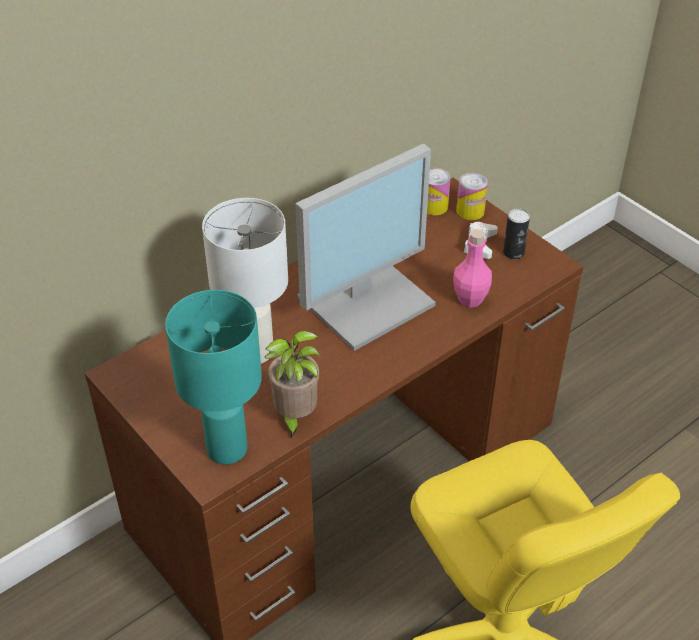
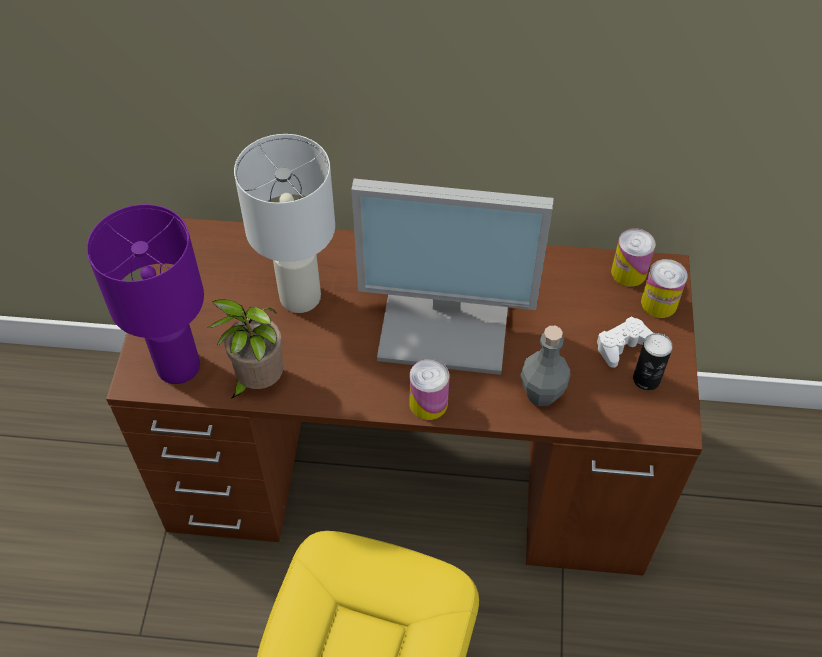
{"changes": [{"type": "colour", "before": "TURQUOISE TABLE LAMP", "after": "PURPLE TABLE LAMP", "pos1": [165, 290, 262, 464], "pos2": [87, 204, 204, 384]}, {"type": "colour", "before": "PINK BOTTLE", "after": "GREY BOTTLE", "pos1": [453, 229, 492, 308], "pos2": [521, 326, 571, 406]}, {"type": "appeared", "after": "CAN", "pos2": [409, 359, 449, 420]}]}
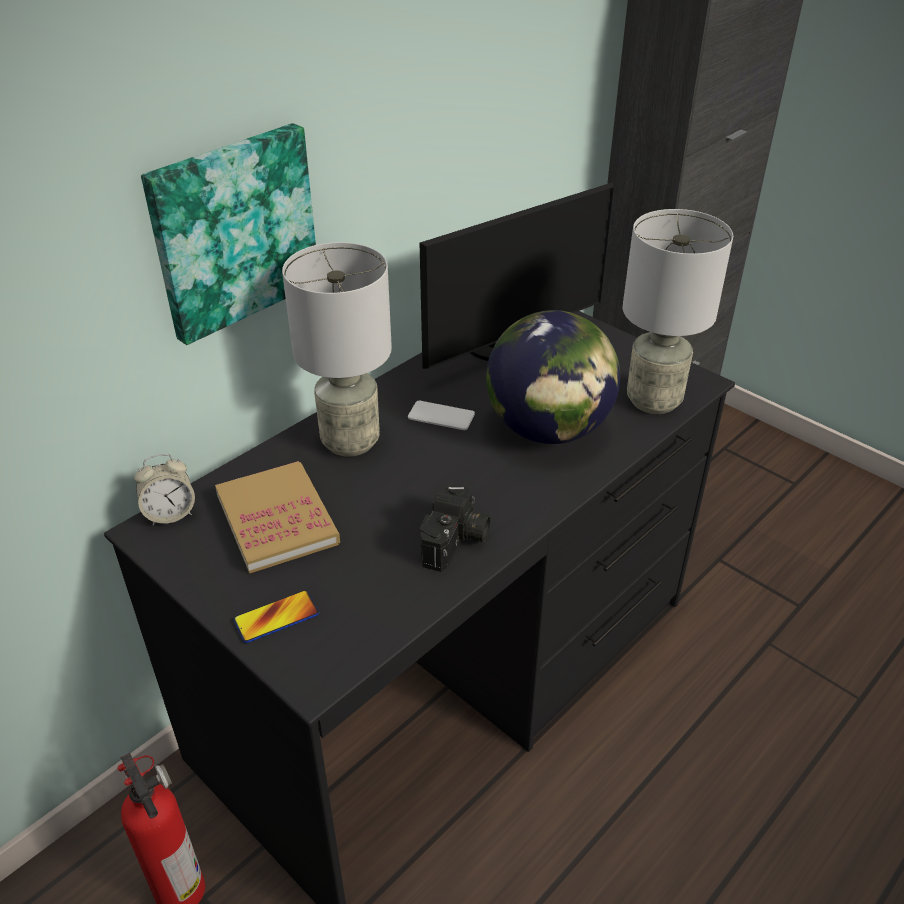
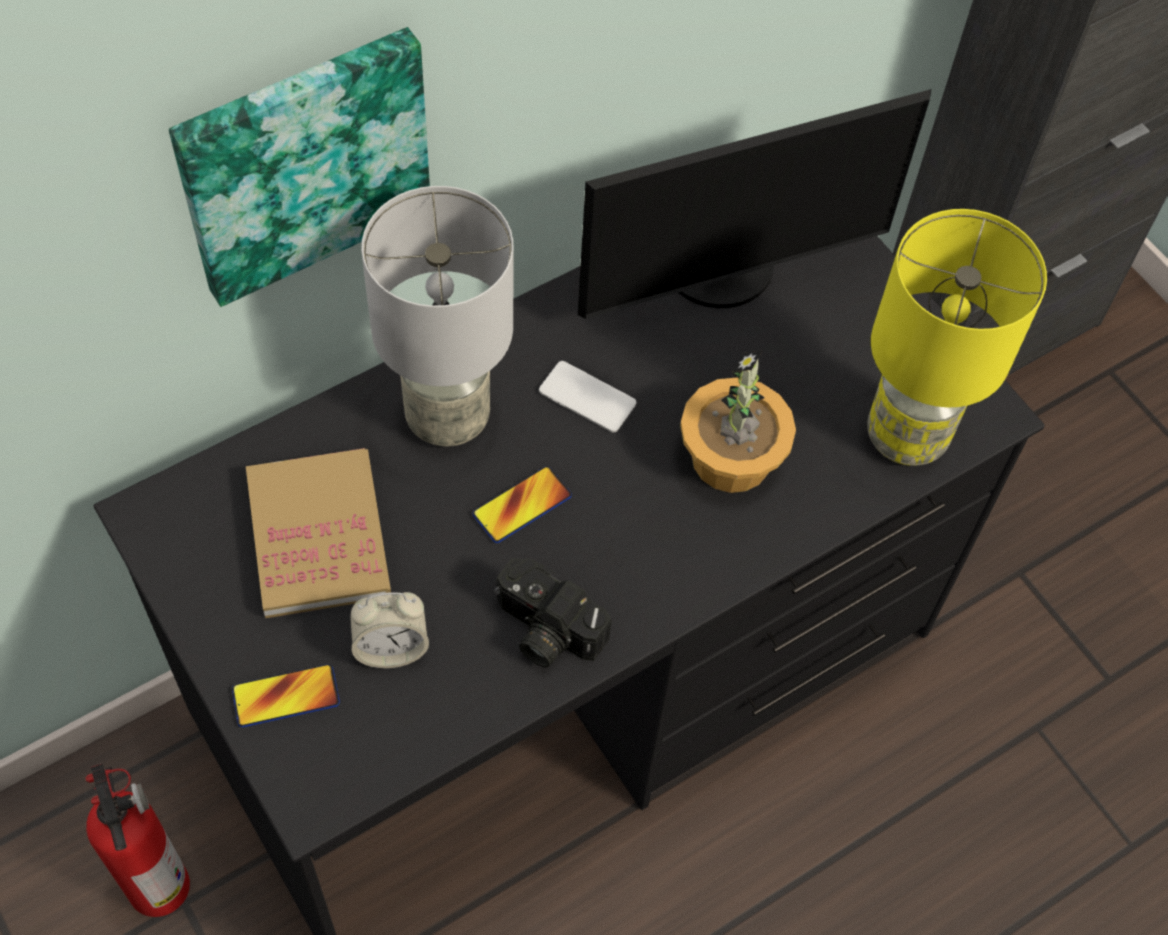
{"changes": [{"type": "relocated", "before": "ALARM CLOCK", "pos1": [134, 454, 195, 525], "pos2": [350, 592, 429, 668]}, {"type": "spun", "before": "PHOTO CAMERA", "pos1": [420, 482, 490, 572], "pos2": [494, 558, 612, 668], "turn": 90}, {"type": "exchanged", "before": "GLOBE", "after": "POTTED PLANT", "pos1": [486, 310, 620, 444], "pos2": [680, 351, 796, 493]}, {"type": "colour", "before": "GREY TABLE LAMP", "after": "YELLOW TABLE LAMP", "pos1": [623, 209, 733, 414], "pos2": [867, 209, 1047, 466]}, {"type": "appeared", "after": "PHONE", "pos2": [473, 466, 572, 543]}]}
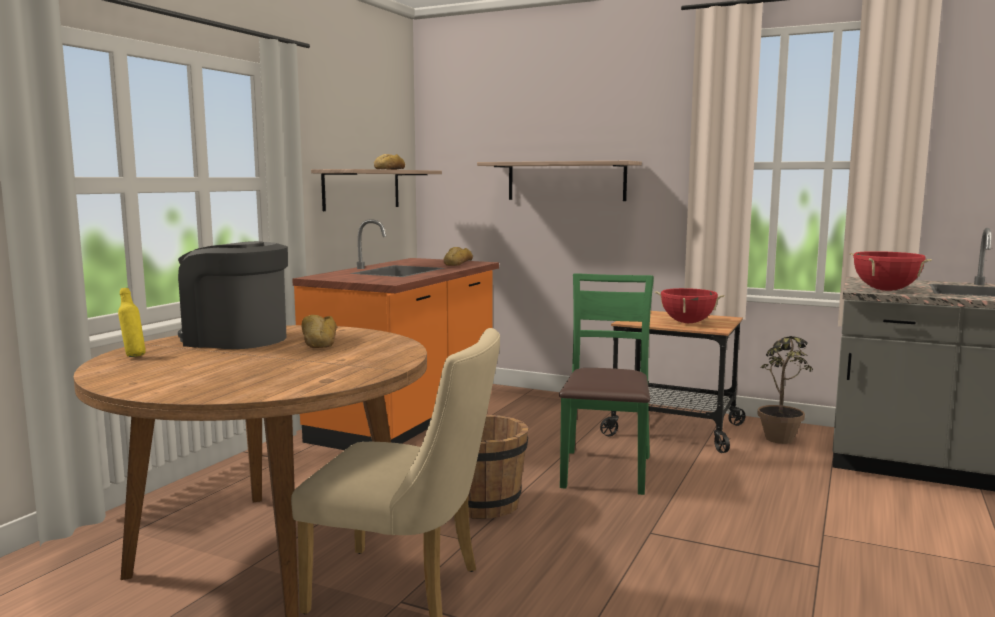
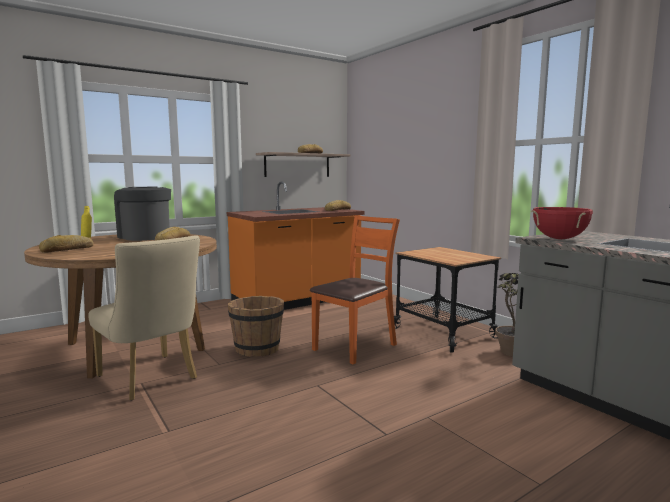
{"changes": [{"type": "missing", "before": "SHELF", "pos1": [477, 161, 642, 201]}, {"type": "colour", "before": "GREEN CHAIR", "after": "ORANGE CHAIR", "pos1": [559, 273, 654, 495], "pos2": [310, 216, 400, 365]}, {"type": "missing", "before": "RED COOKING POT", "pos1": [655, 288, 725, 323]}, {"type": "appeared", "after": "BREAD", "pos2": [39, 235, 94, 253]}]}
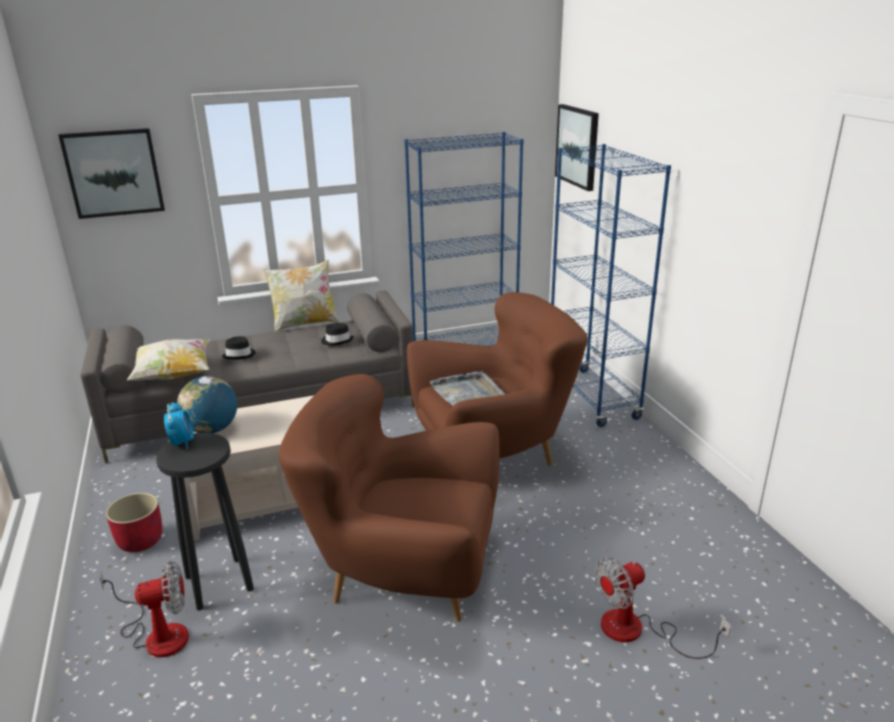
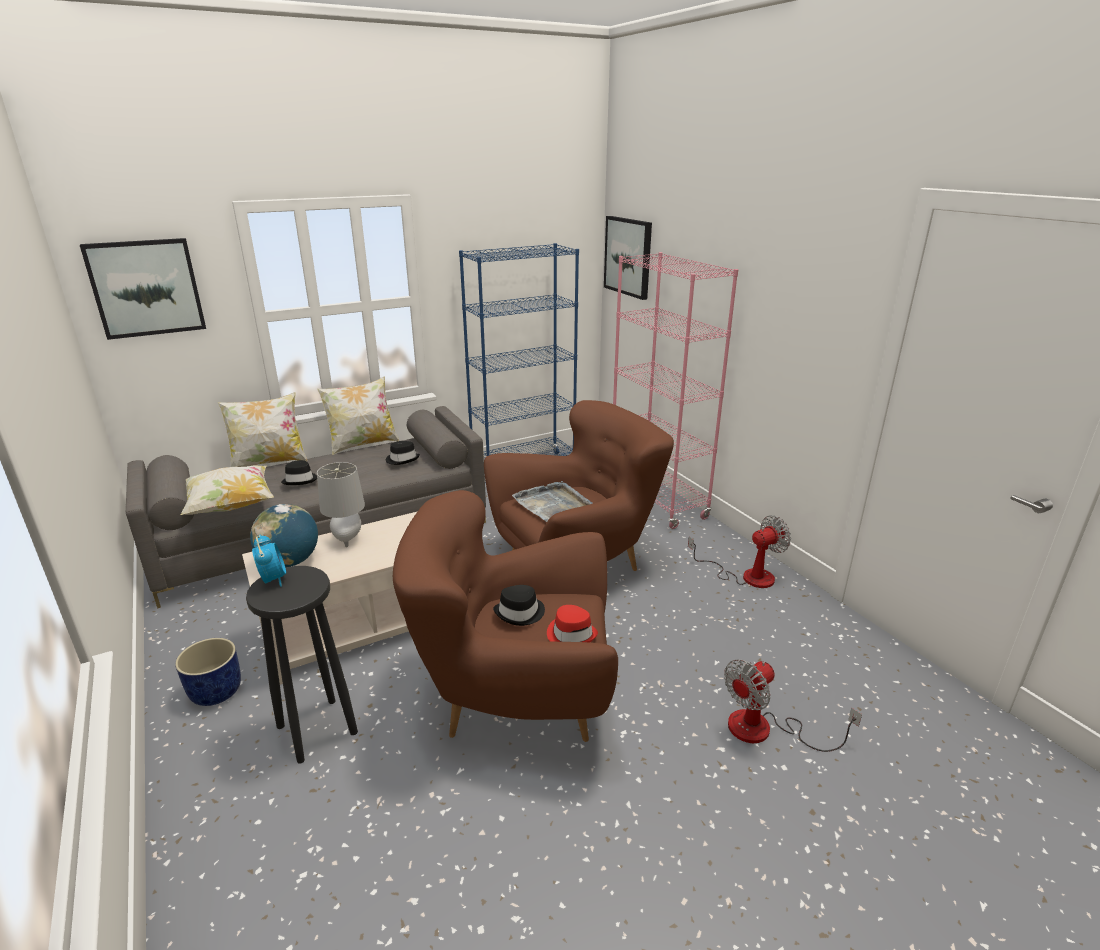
{"changes": [{"type": "relocated", "before": "FAN", "pos1": [100, 561, 189, 657], "pos2": [688, 515, 791, 588]}, {"type": "colour", "before": "RED PLANTER", "after": "BLUE PLANTER", "pos1": [106, 493, 163, 552], "pos2": [175, 638, 241, 706]}, {"type": "colour", "before": "BLUE BOOKCASE", "after": "PINK BOOKCASE", "pos1": [551, 144, 671, 427], "pos2": [613, 252, 738, 529]}, {"type": "appeared", "after": "PILLOW", "pos2": [218, 392, 308, 467]}, {"type": "appeared", "after": "GREY TABLE LAMP", "pos2": [317, 462, 365, 547]}, {"type": "appeared", "after": "BLACK HAT", "pos2": [493, 585, 545, 626]}, {"type": "appeared", "after": "RED HAT", "pos2": [547, 605, 598, 642]}]}
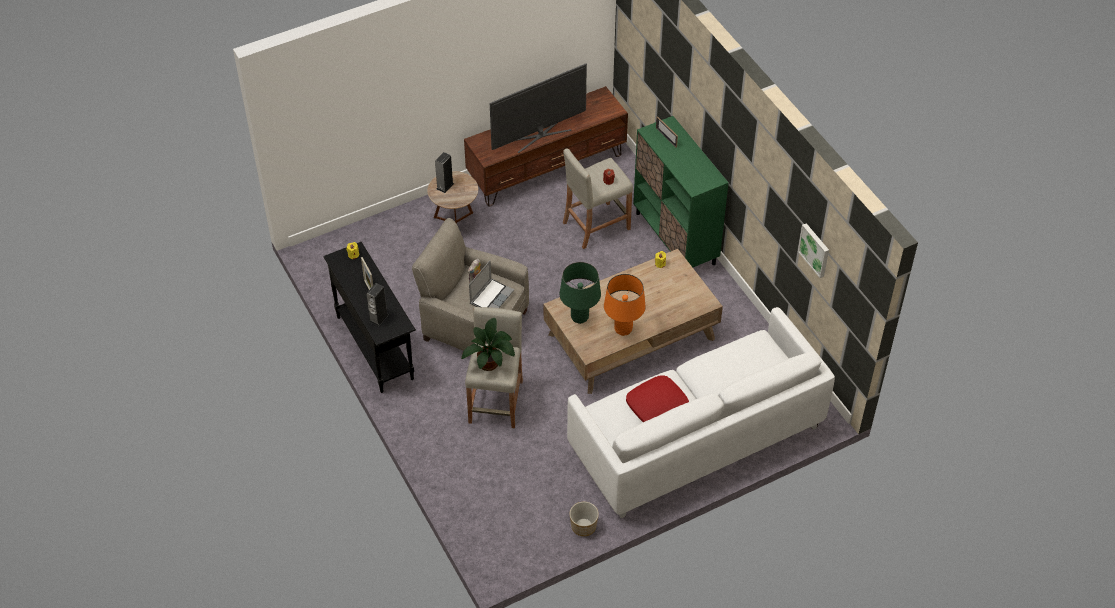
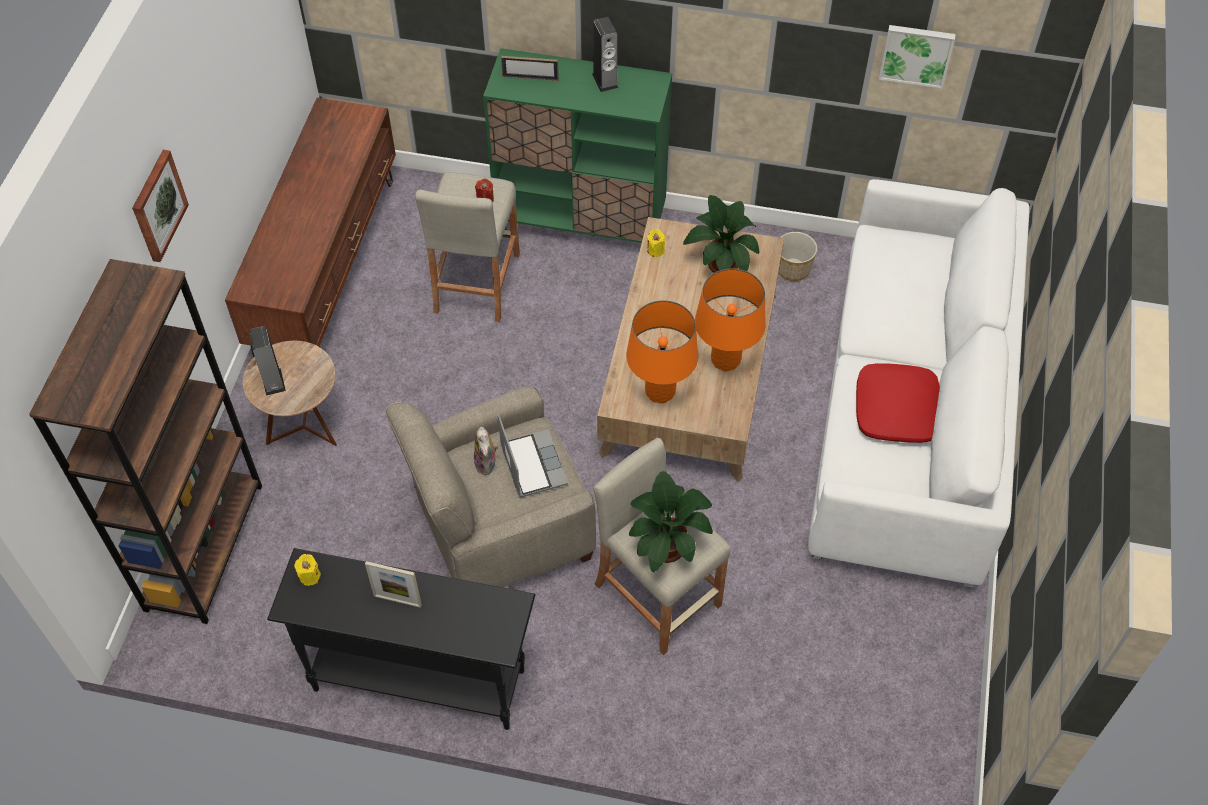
{"changes": [{"type": "relocated", "before": "SPEAKER", "pos1": [366, 283, 388, 327], "pos2": [592, 17, 618, 92]}, {"type": "missing", "before": "TELEVISION", "pos1": [490, 63, 587, 153]}, {"type": "colour", "before": "GREEN TABLE LAMP", "after": "ORANGE TABLE LAMP", "pos1": [560, 262, 601, 324], "pos2": [627, 300, 698, 403]}, {"type": "relocated", "before": "PLANTER", "pos1": [570, 502, 599, 536], "pos2": [779, 232, 817, 281]}, {"type": "appeared", "after": "BROWN BOOKCASE", "pos2": [29, 259, 262, 624]}, {"type": "appeared", "after": "PICTURE", "pos2": [132, 150, 189, 262]}, {"type": "appeared", "after": "POTTED PLANT", "pos2": [683, 195, 760, 273]}]}
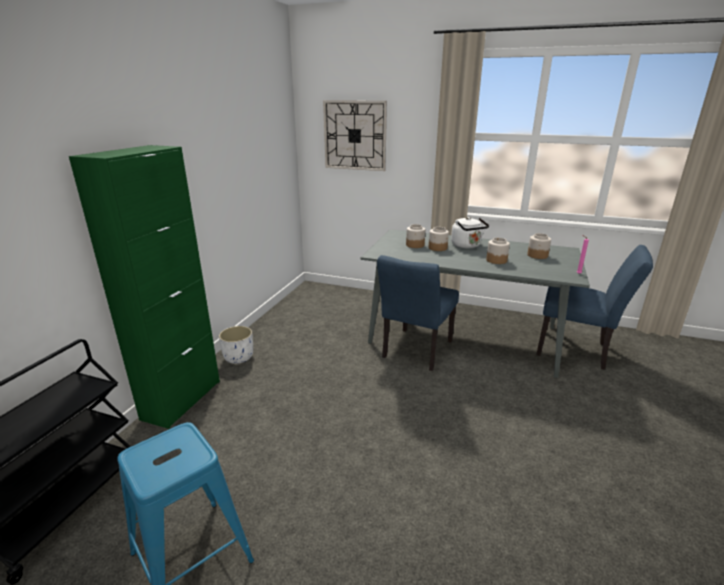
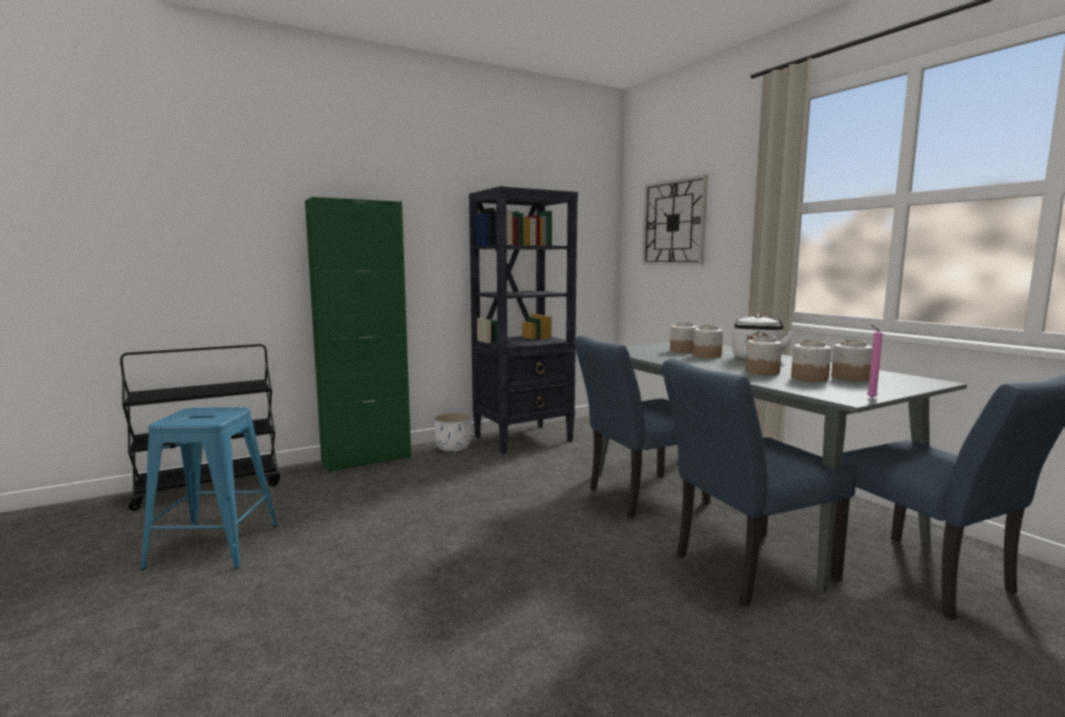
{"changes": [{"type": "appeared", "after": "BLACK BOOKCASE", "pos2": [469, 186, 578, 454]}, {"type": "appeared", "after": "BLUE CHAIR", "pos2": [662, 359, 856, 606]}, {"type": "appeared", "after": "JAR", "pos2": [791, 340, 831, 382]}]}
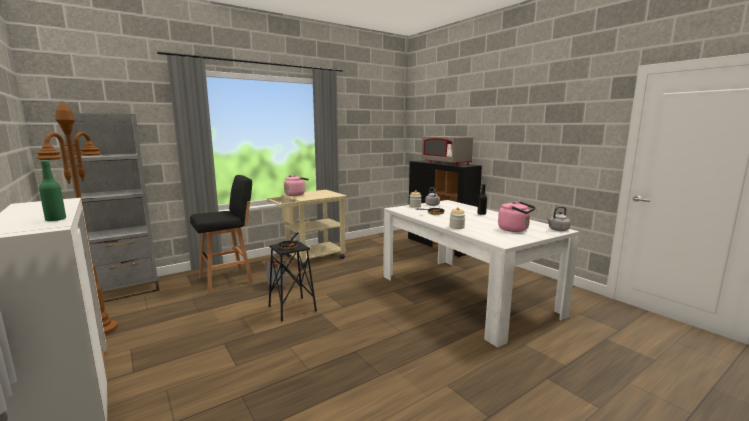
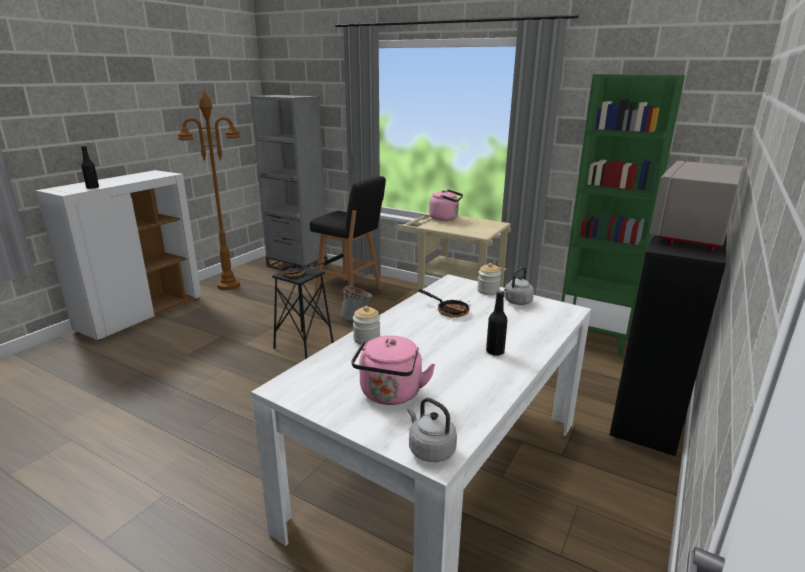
{"changes": [{"type": "colour", "before": "GREEN BOTTLE", "after": "BLACK BOTTLE", "pos1": [39, 160, 66, 221], "pos2": [81, 145, 99, 189]}, {"type": "appeared", "after": "GREEN BOOKCASE", "pos2": [561, 74, 685, 356]}]}
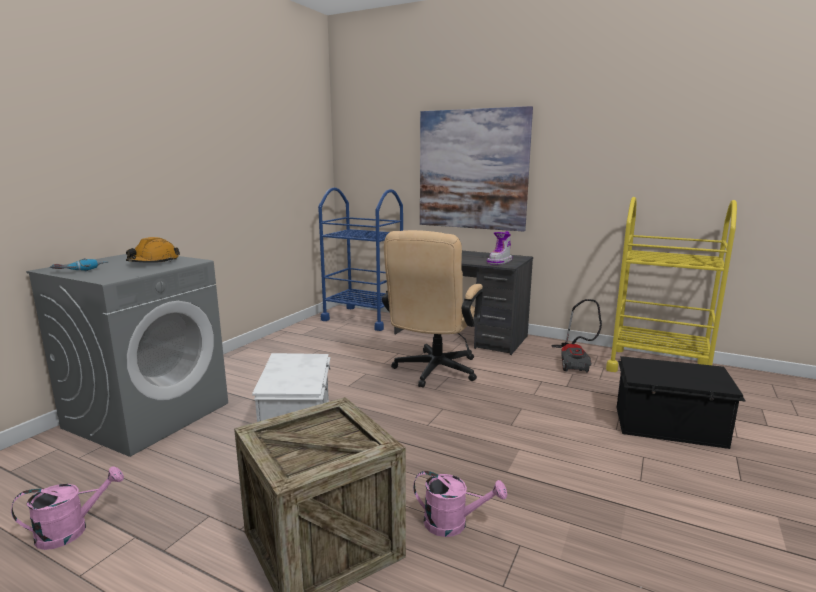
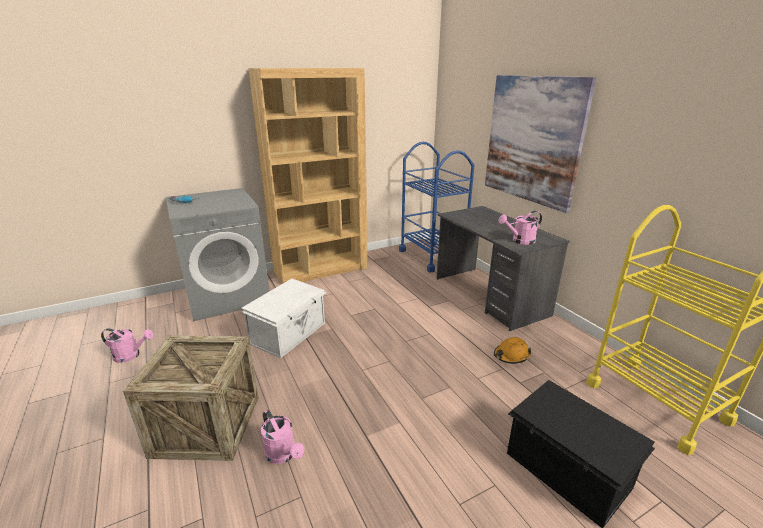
{"changes": [{"type": "relocated", "before": "ORANGE HARD HAT", "pos1": [126, 237, 180, 263], "pos2": [494, 337, 531, 364]}, {"type": "missing", "before": "BEIGE OFFICE CHAIR", "pos1": [382, 230, 483, 388]}, {"type": "exchanged", "before": "BOOT", "after": "PINK WATERING CAN", "pos1": [487, 231, 512, 265], "pos2": [498, 211, 542, 245]}, {"type": "missing", "before": "VACUUM CLEANER", "pos1": [551, 299, 602, 373]}, {"type": "appeared", "after": "BROWN BOOKCASE", "pos2": [248, 68, 368, 284]}]}
